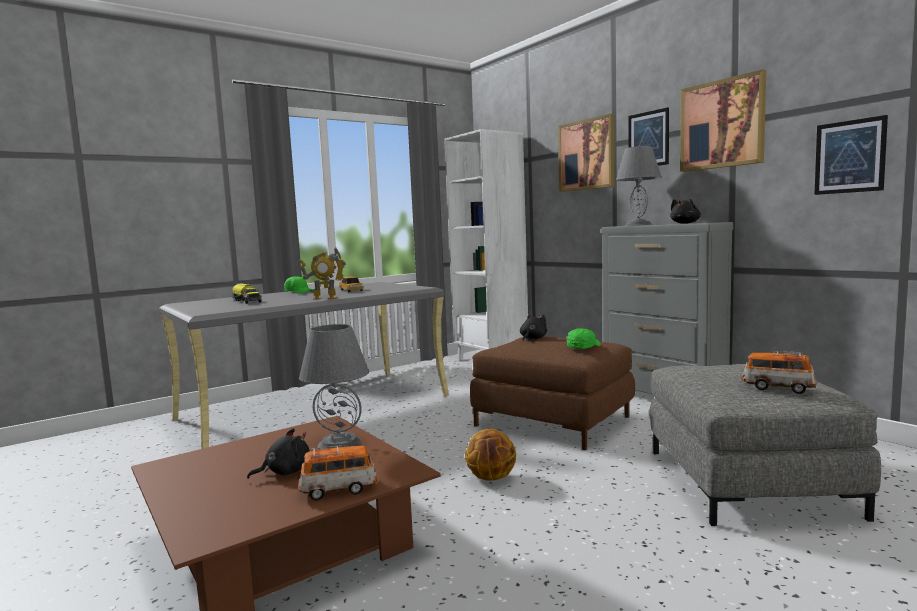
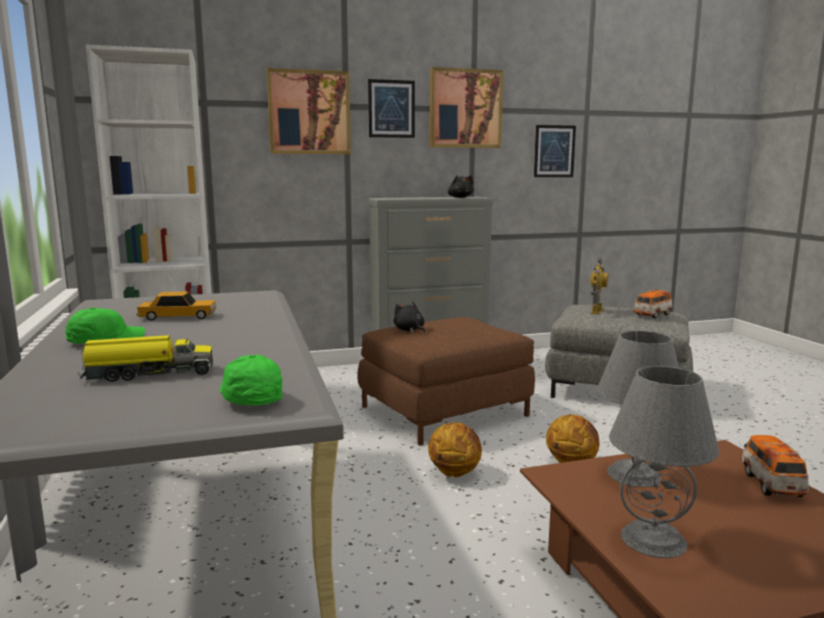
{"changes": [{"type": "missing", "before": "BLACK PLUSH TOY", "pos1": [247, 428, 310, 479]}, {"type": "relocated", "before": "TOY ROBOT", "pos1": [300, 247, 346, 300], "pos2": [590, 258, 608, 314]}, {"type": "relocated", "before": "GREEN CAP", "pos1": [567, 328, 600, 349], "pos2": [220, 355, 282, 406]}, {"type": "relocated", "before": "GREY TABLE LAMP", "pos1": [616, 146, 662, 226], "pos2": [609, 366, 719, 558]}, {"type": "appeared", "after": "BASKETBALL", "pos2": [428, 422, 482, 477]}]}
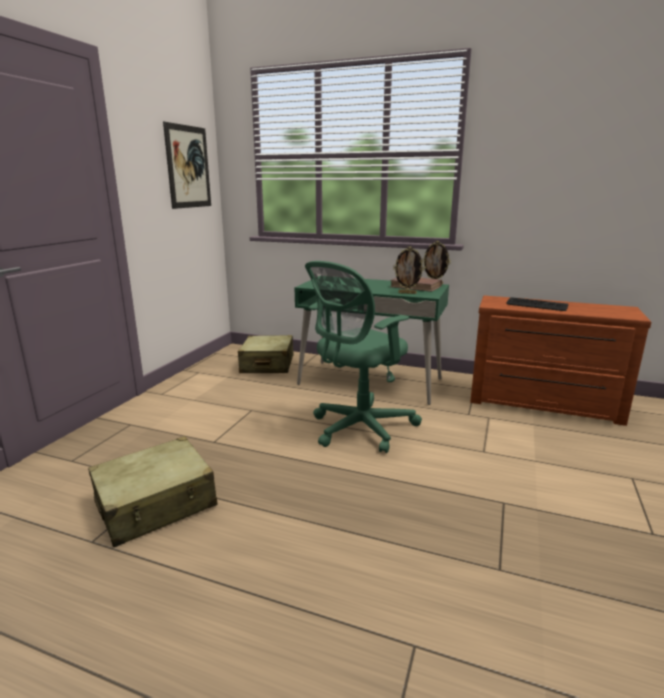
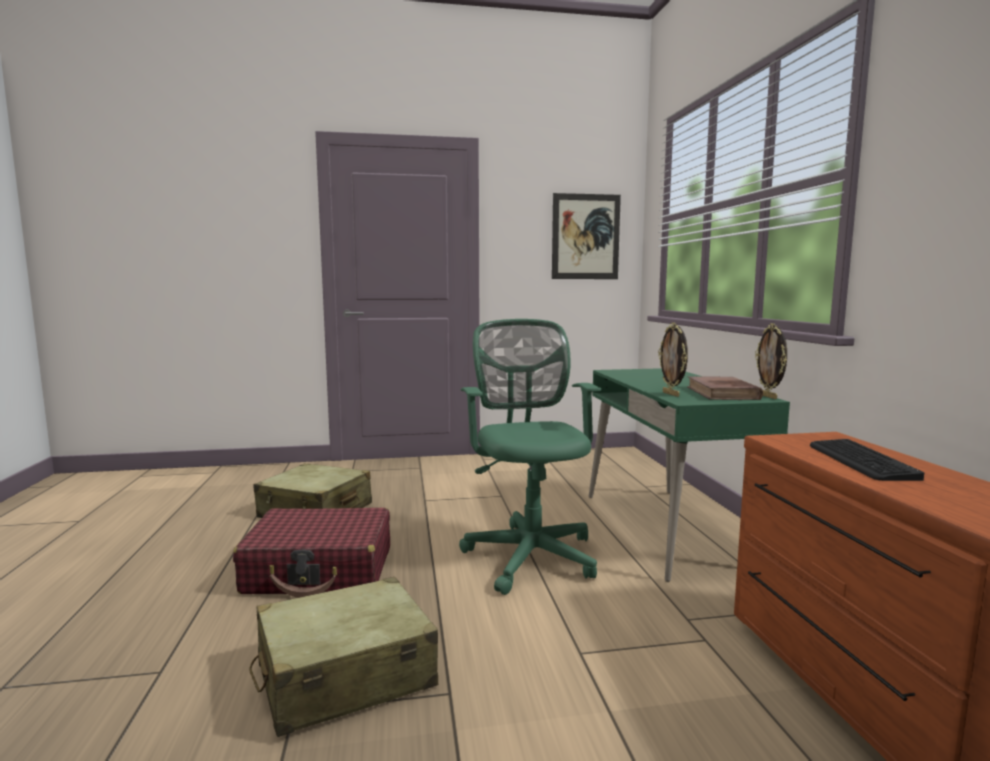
{"changes": [{"type": "relocated", "before": "BEIGE SUITCASE", "pos1": [238, 335, 294, 373], "pos2": [249, 577, 438, 737]}, {"type": "spun", "before": "GREEN OFFICE CHAIR", "pos1": [305, 261, 422, 453], "pos2": [459, 319, 601, 595], "turn": 60}, {"type": "appeared", "after": "RED SUITCASE", "pos2": [233, 508, 390, 598]}]}
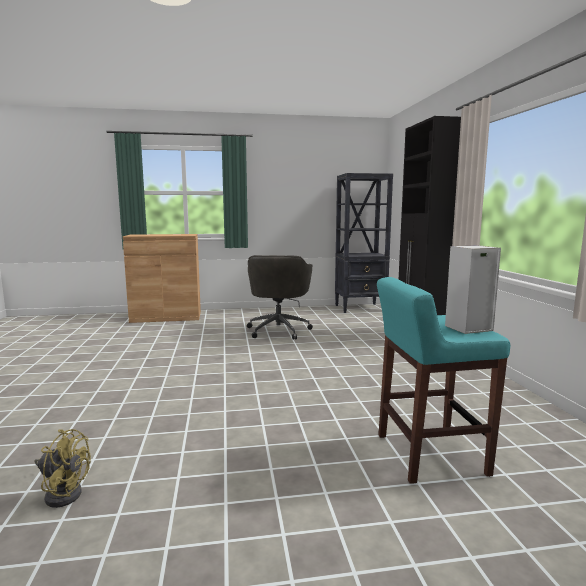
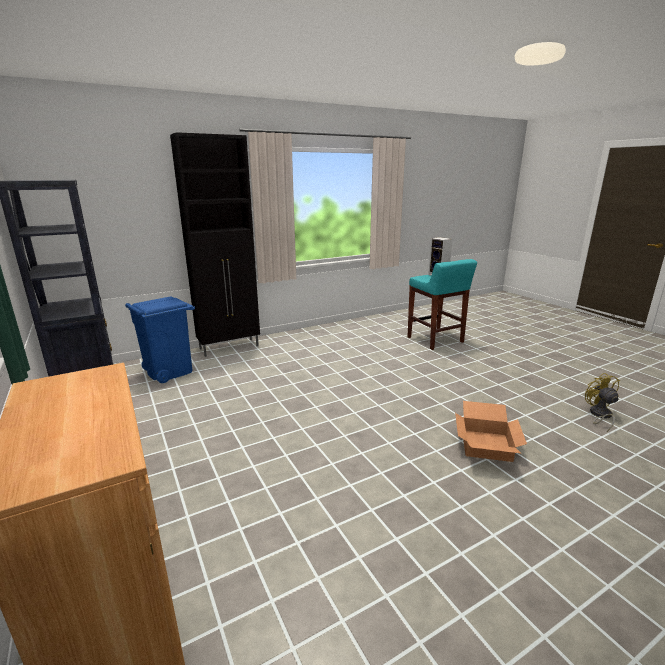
{"changes": [{"type": "missing", "before": "GREY OFFICE CHAIR", "pos1": [247, 255, 313, 340]}, {"type": "appeared", "after": "BLUE TRASH CAN", "pos2": [125, 296, 195, 383]}, {"type": "appeared", "after": "CARDBOARD BOX", "pos2": [455, 401, 527, 462]}]}
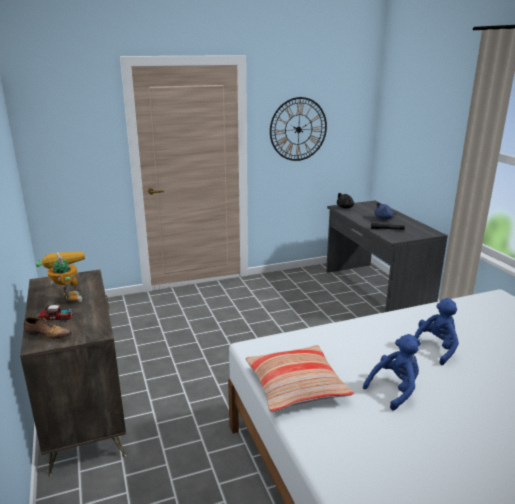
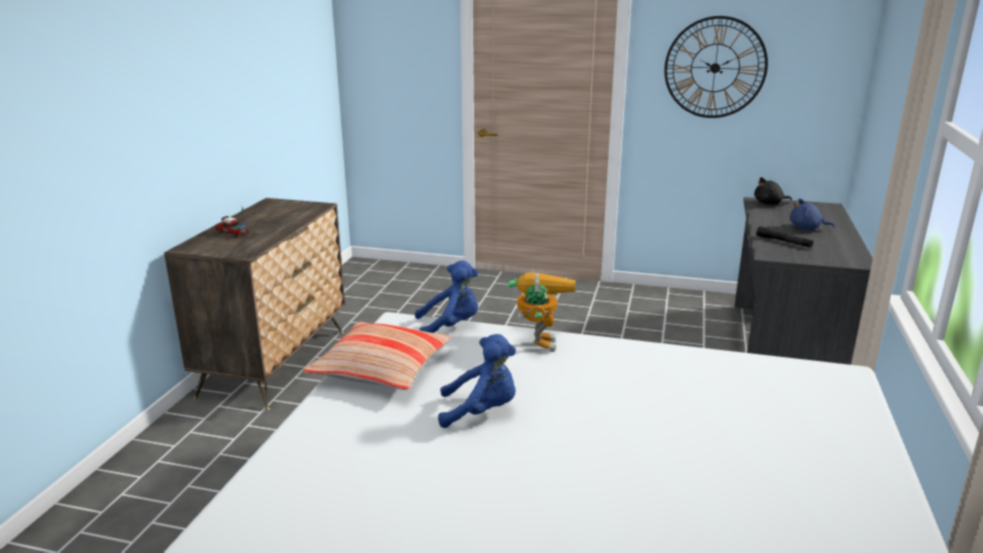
{"changes": [{"type": "missing", "before": "SHOE", "pos1": [24, 317, 72, 340]}, {"type": "relocated", "before": "TOY ROBOT", "pos1": [36, 252, 85, 302], "pos2": [508, 273, 576, 352]}, {"type": "relocated", "before": "BLUE PLUSH TOY", "pos1": [414, 298, 459, 365], "pos2": [415, 260, 478, 333]}]}
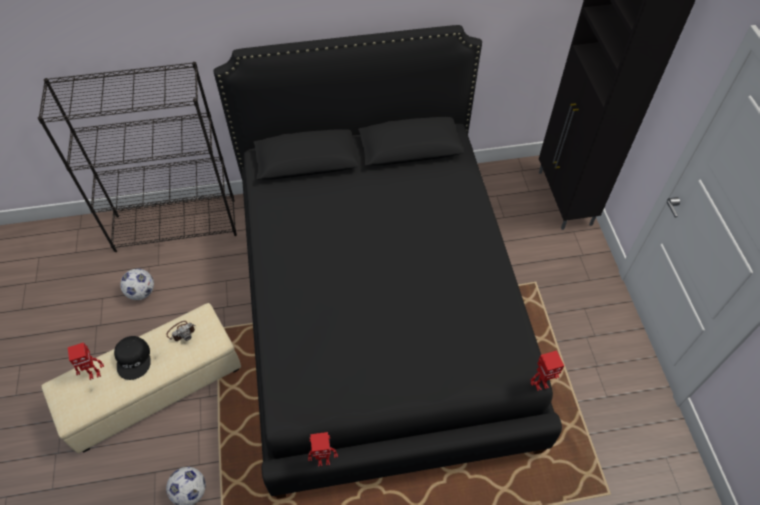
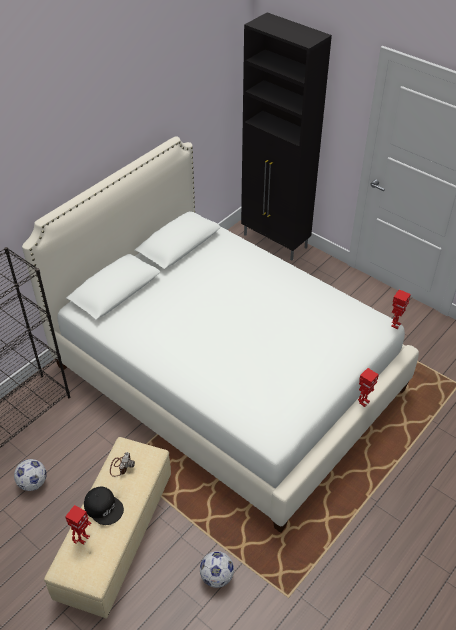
{"changes": [{"type": "colour", "before": "BLACK BED", "after": "WHITE BED", "pos1": [213, 25, 562, 498], "pos2": [22, 136, 419, 533]}, {"type": "relocated", "before": "TOY ROBOT", "pos1": [308, 432, 338, 467], "pos2": [358, 368, 379, 407]}]}
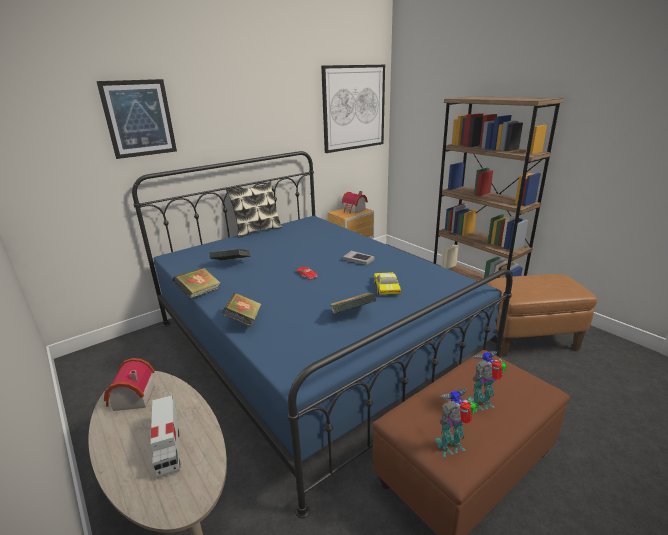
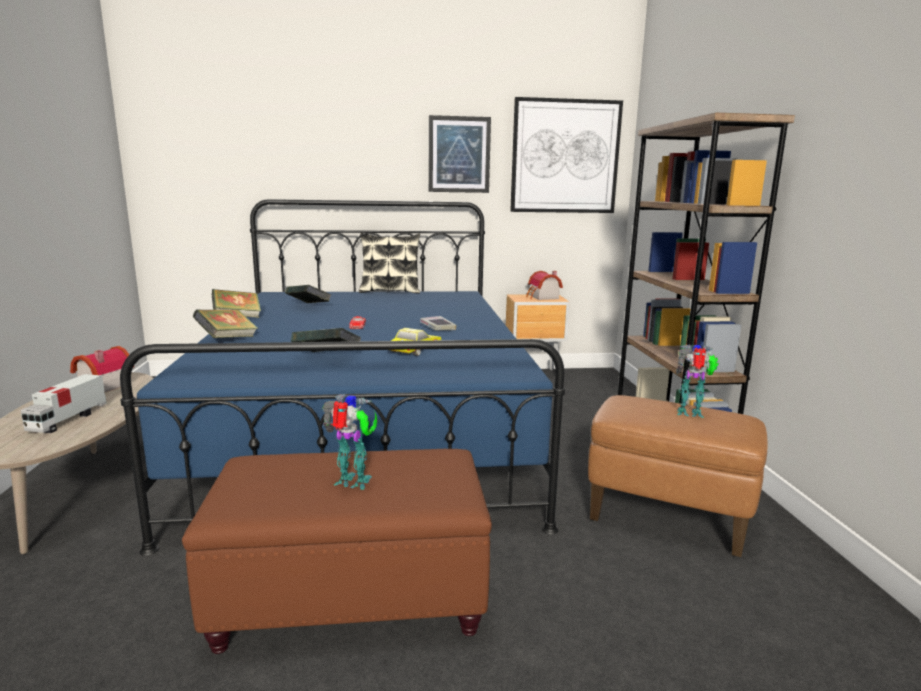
{"changes": [{"type": "relocated", "before": "PICTURE", "pos1": [96, 79, 177, 159], "pos2": [429, 115, 491, 193]}, {"type": "relocated", "before": "TOY ROBOT", "pos1": [435, 389, 478, 457], "pos2": [676, 345, 719, 418]}]}
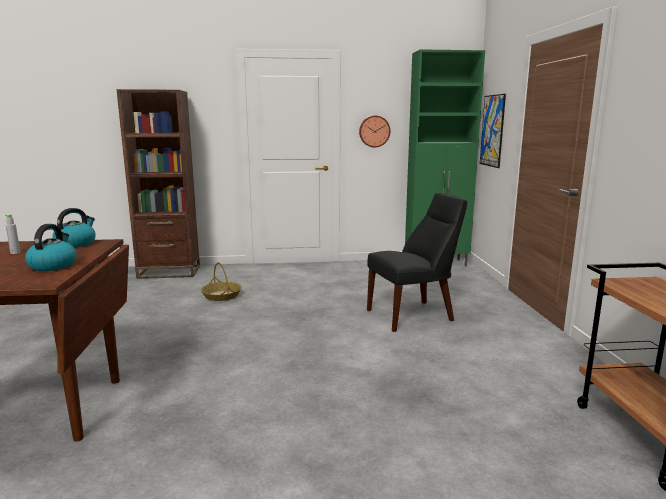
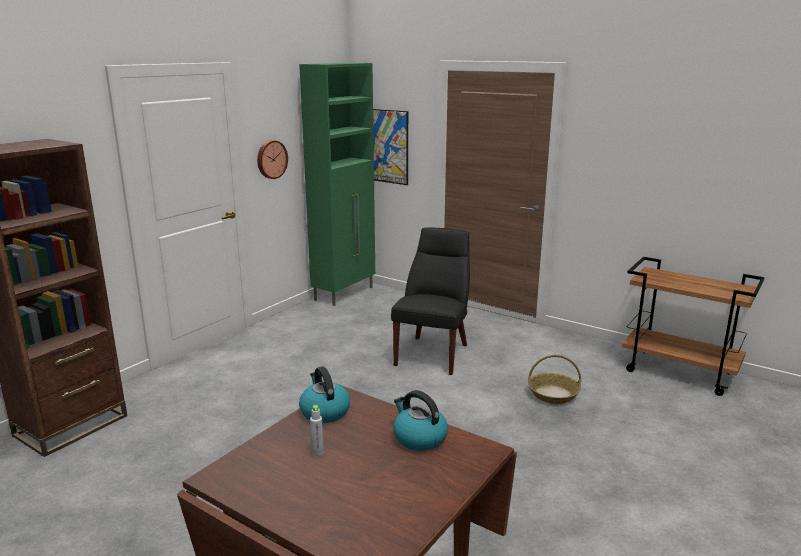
{"changes": [{"type": "relocated", "before": "BASKET", "pos1": [201, 262, 242, 301], "pos2": [528, 355, 581, 404]}]}
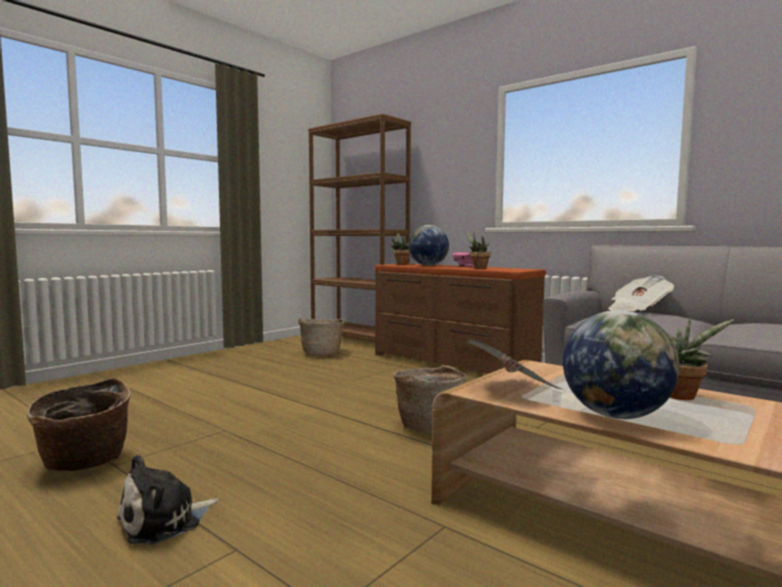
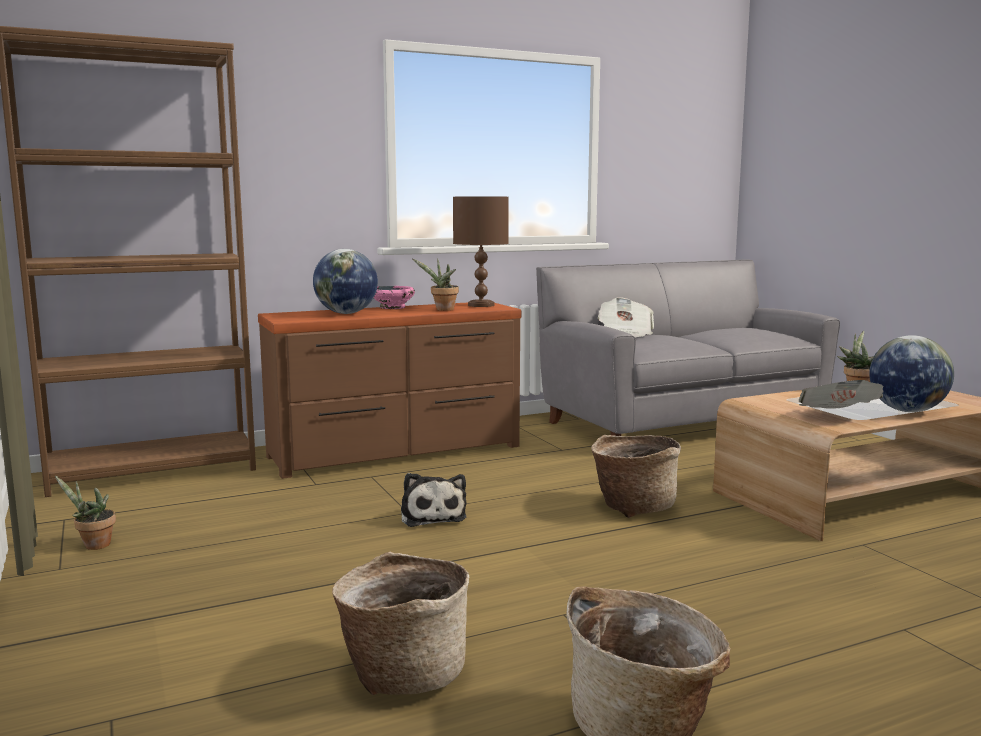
{"changes": [{"type": "relocated", "before": "PLUSH TOY", "pos1": [117, 454, 219, 544], "pos2": [401, 473, 467, 527]}, {"type": "relocated", "before": "BASKET", "pos1": [298, 318, 345, 355], "pos2": [332, 552, 469, 695]}, {"type": "relocated", "before": "POTTED PLANT", "pos1": [390, 232, 410, 264], "pos2": [55, 476, 116, 550]}, {"type": "appeared", "after": "BROWN TABLE LAMP", "pos2": [453, 196, 509, 307]}]}
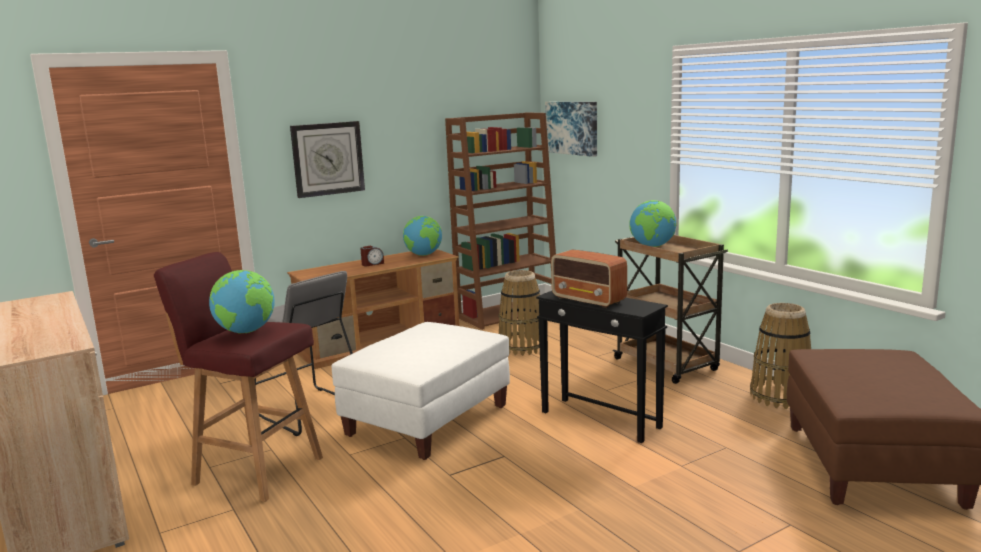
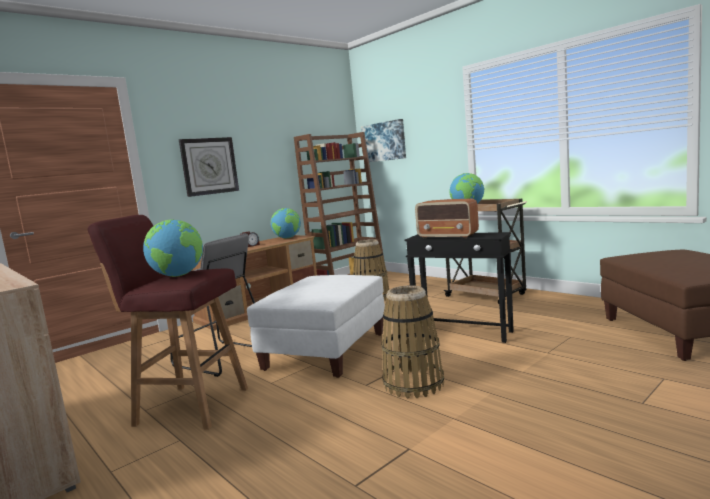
{"changes": [{"type": "relocated", "before": "BASKET", "pos1": [750, 303, 811, 409], "pos2": [381, 285, 444, 398]}]}
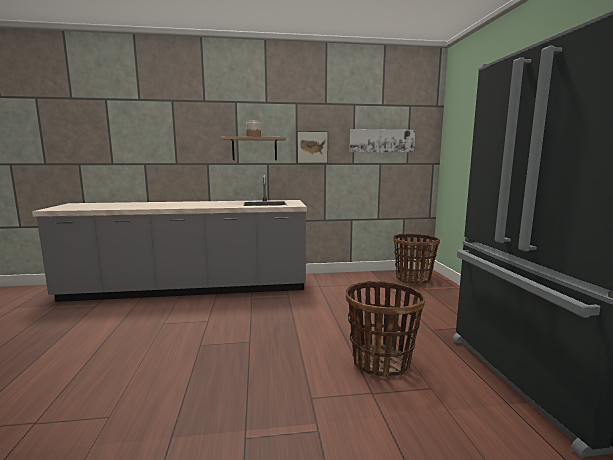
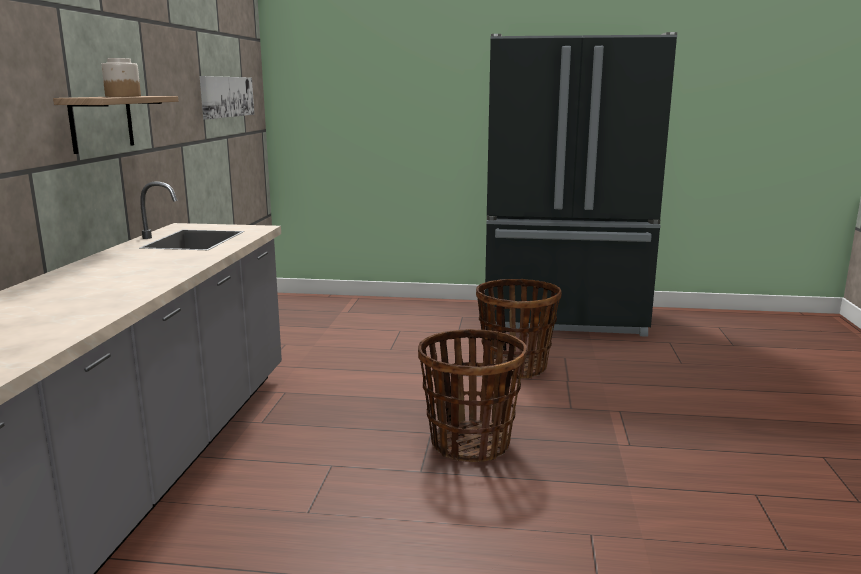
{"changes": [{"type": "missing", "before": "PICTURE", "pos1": [297, 131, 328, 163]}, {"type": "relocated", "before": "BASKET", "pos1": [393, 234, 440, 284], "pos2": [418, 329, 527, 462]}]}
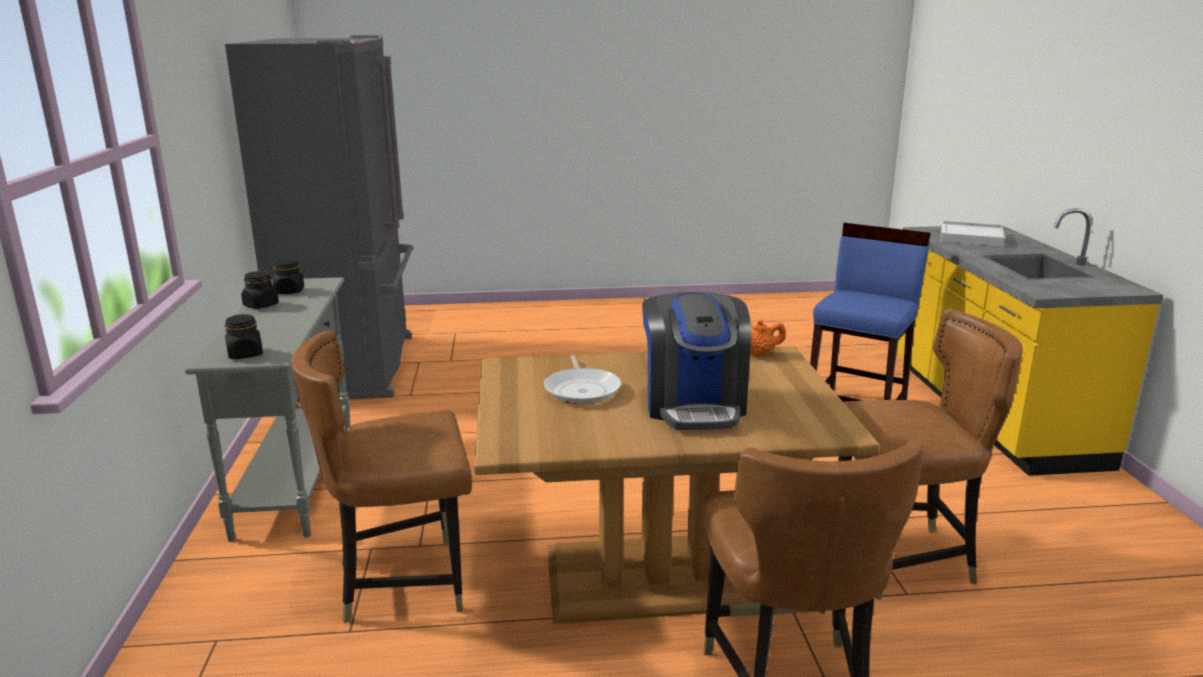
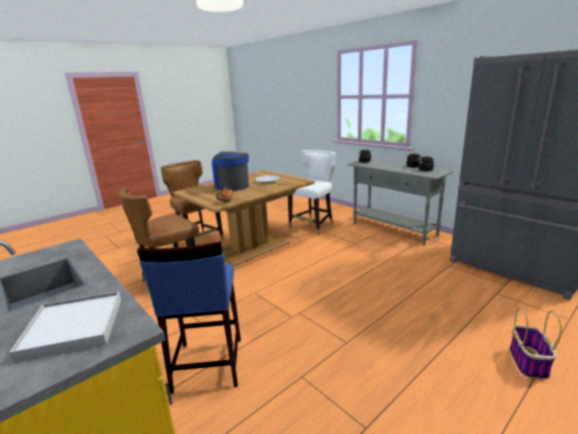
{"changes": [{"type": "colour", "before": "BROWN CHAIR", "after": "WHITE CHAIR", "pos1": [291, 331, 472, 623], "pos2": [288, 150, 335, 235]}, {"type": "appeared", "after": "BASKET", "pos2": [510, 307, 562, 379]}]}
